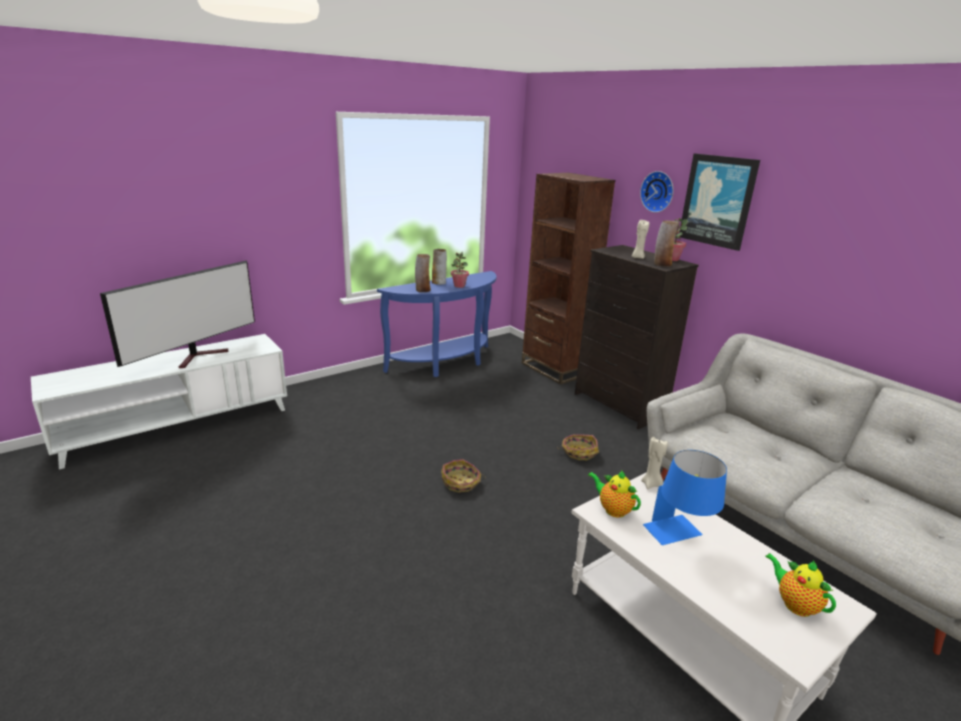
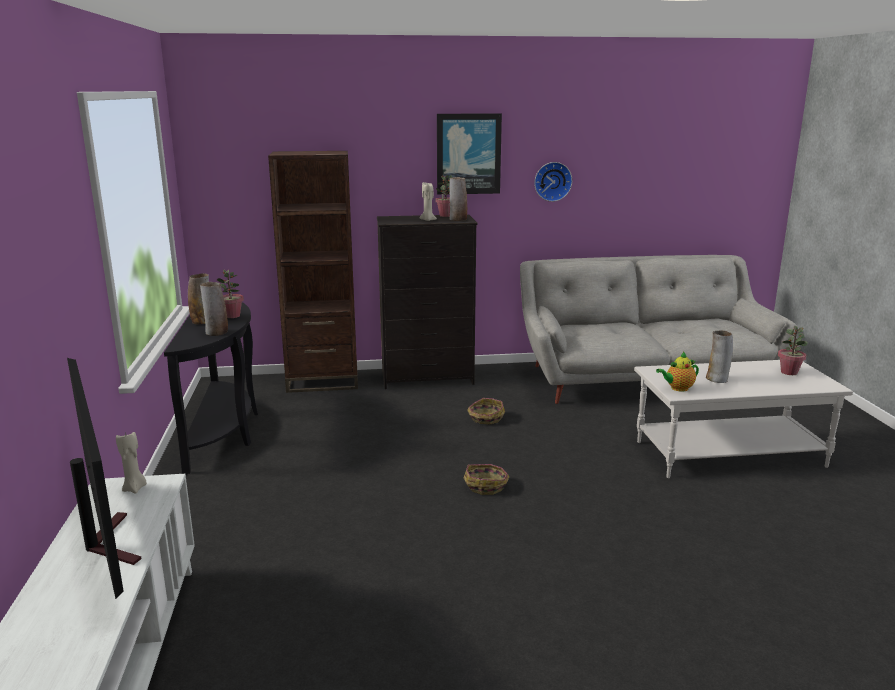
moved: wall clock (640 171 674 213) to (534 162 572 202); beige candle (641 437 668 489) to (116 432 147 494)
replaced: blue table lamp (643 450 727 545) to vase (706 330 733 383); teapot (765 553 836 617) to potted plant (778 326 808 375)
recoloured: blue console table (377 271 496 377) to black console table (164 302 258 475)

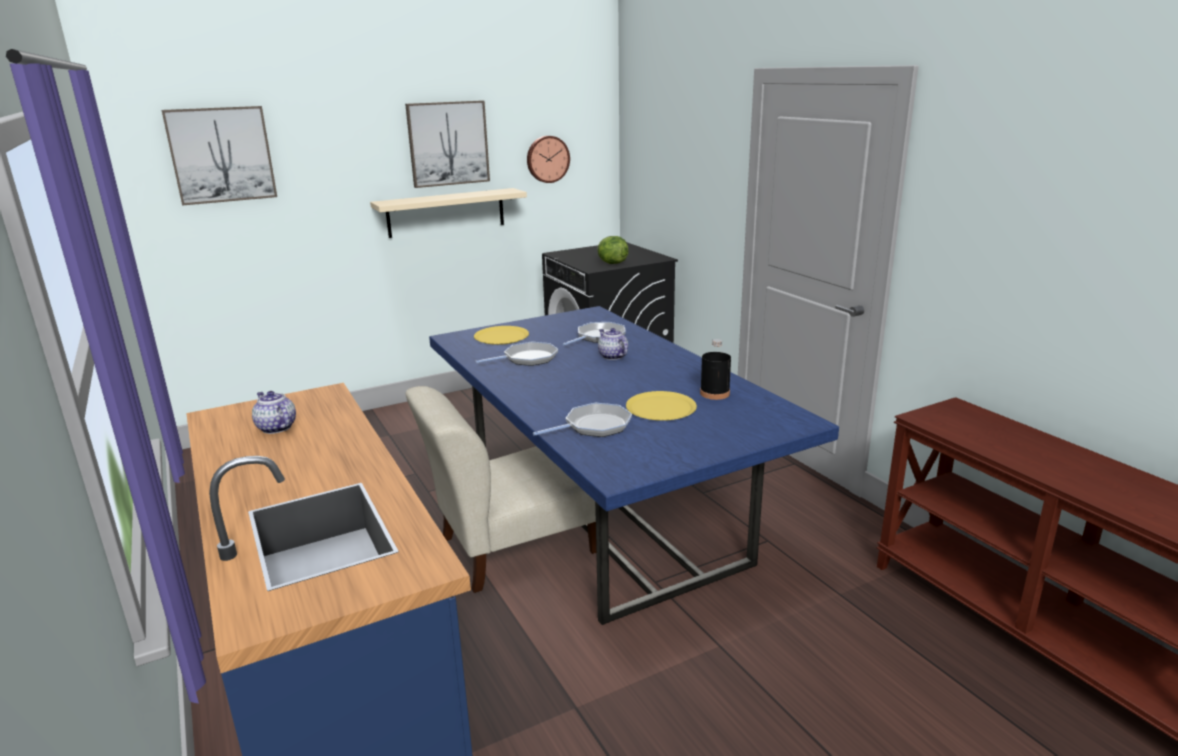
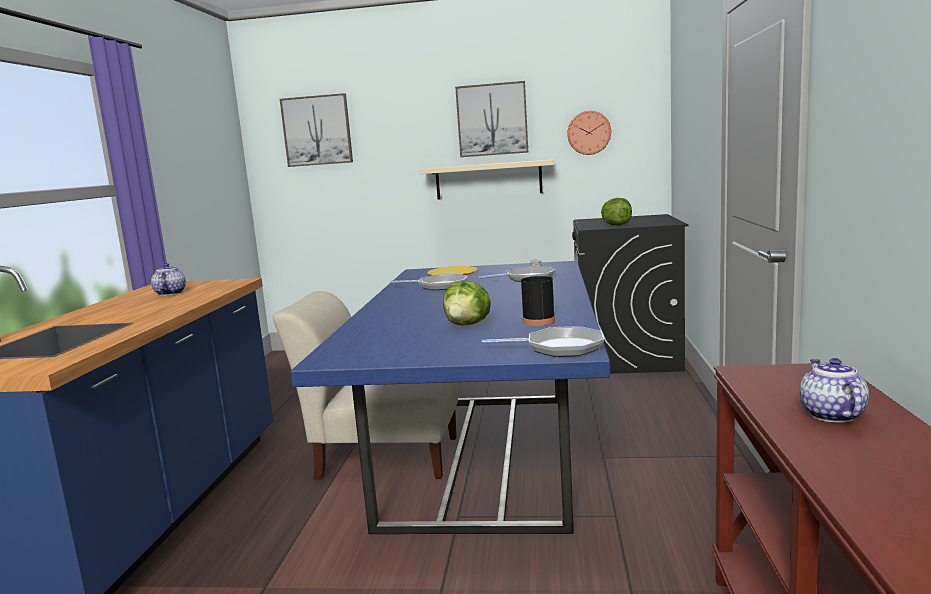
moved: frying pan (533 403 632 437) to (482 326 604 357); teapot (598 328 628 360) to (799 358 869 423)
replaced: yellow plate (626 391 697 421) to lettuce (443 281 491 326)

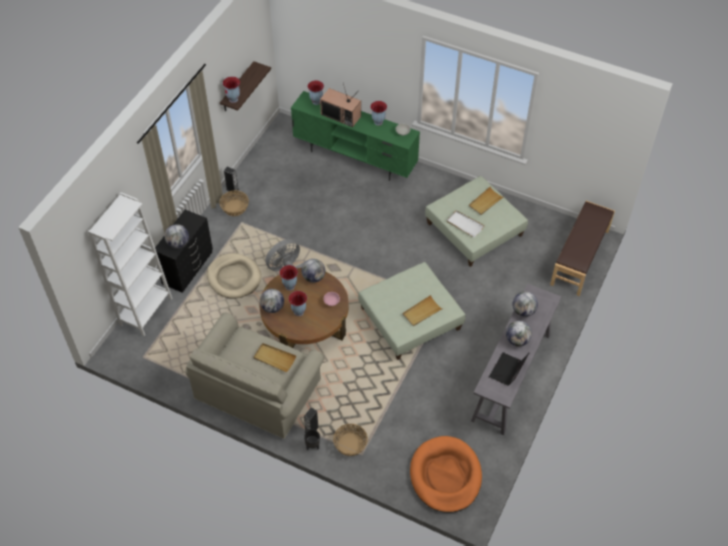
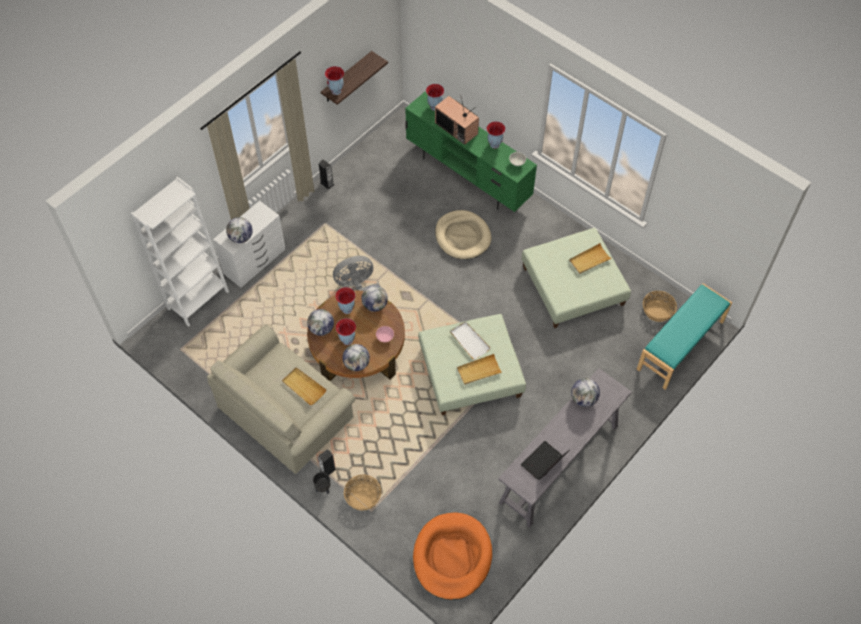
moved: beige dog bed (207 253 261 299) to (435 210 491 259); basket (219 190 249 216) to (643 291 677 322); white tray (446 210 485 237) to (450 321 491 360); globe (506 321 532 347) to (342 344 370 371)
recoloured: black dresser (155 209 213 293) to white dresser (213 201 285 288); brown bench (550 201 615 296) to turquoise bench (637 283 732 390)

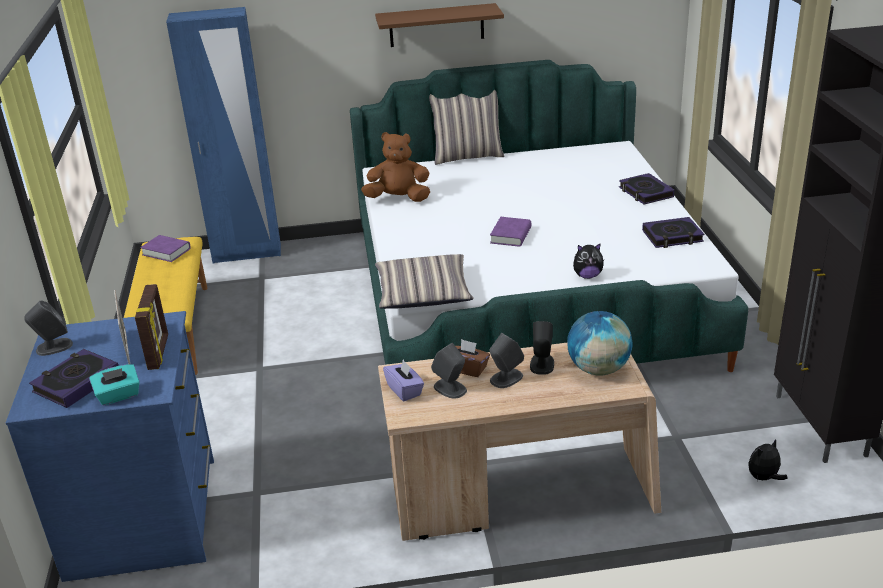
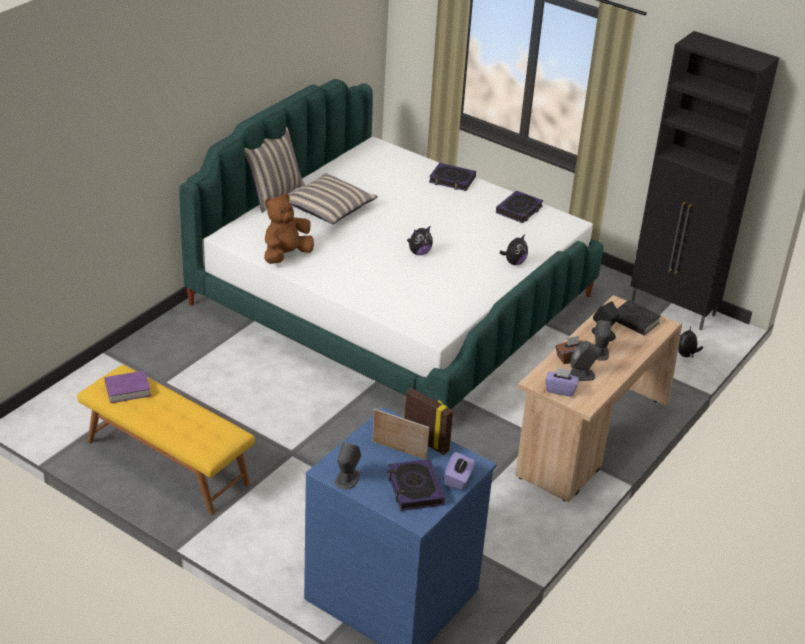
removed: blue wardrobe (166 7 281 263); brown shelf (375 3 504 47)
moved: pillow (375 254 474 309) to (289 173 378 224)
replaced: purple book (490 217 531 247) to plush toy (407 226 433 255); globe (567 311 632 375) to black book (616 300 661 335)
recoloured: turquoise tissue box (89 364 140 406) to purple tissue box (444 452 475 490)

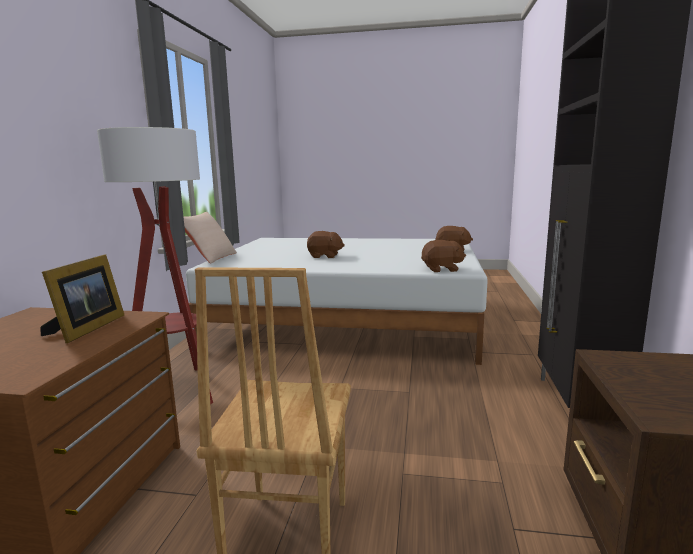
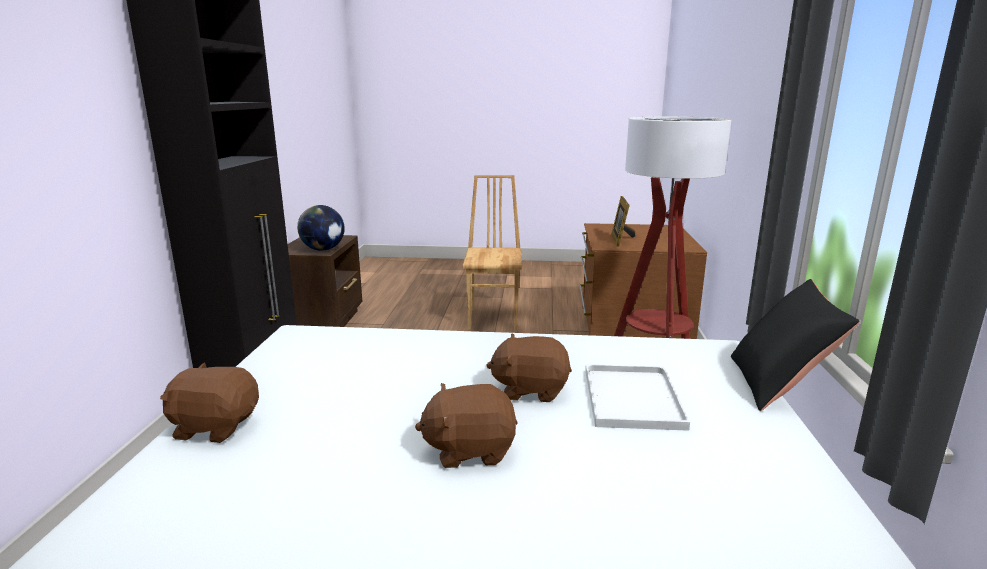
added: globe (297 205 345 251); white tray (585 364 690 431)
moved: brown plush toy (421 240 466 272) to (415 383 518 468)
recoloured: beige pillow (184 212 237 264) to black pillow (731 279 860 411)

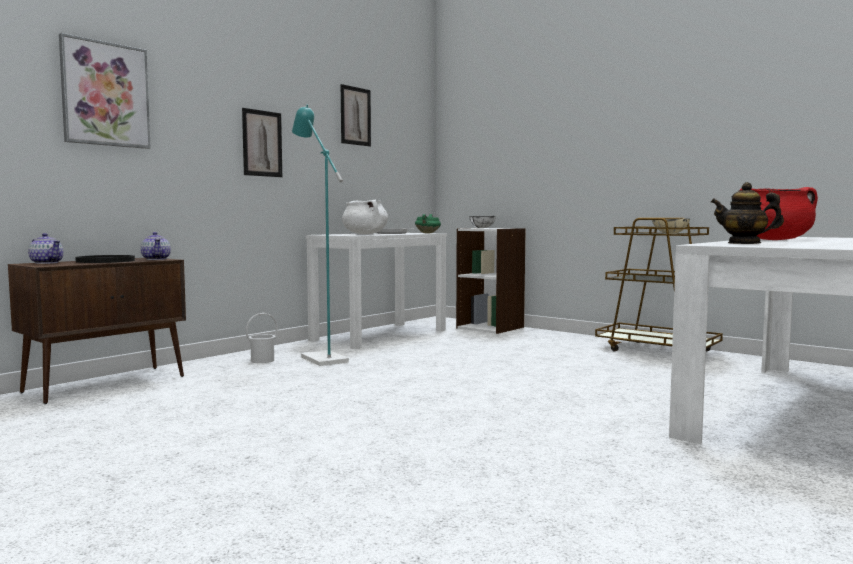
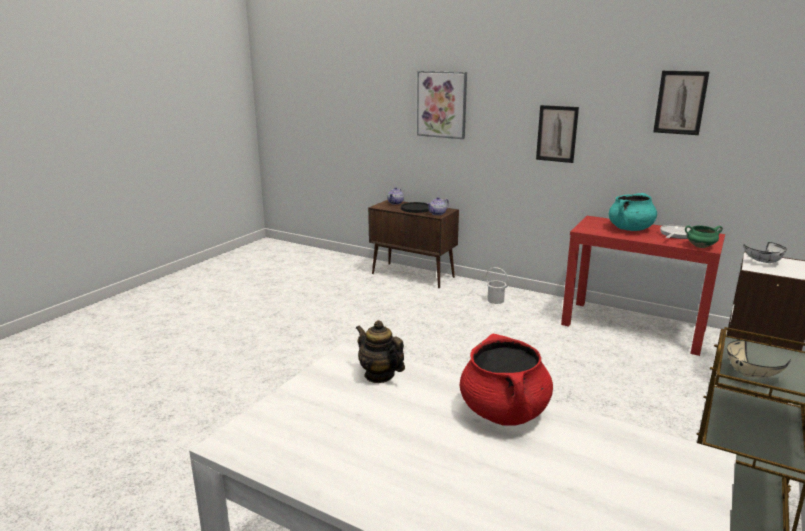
removed: turquoise floor lamp (292 104 349 366)
recoloured: white console table (306 233 447 349) to red console table (561 216 725 356); white cooking pot (342 199 388 234) to turquoise cooking pot (609 193 657 231)
turned: teapot (711 182 784 244) = (356 320 405 383) 60 degrees counterclockwise

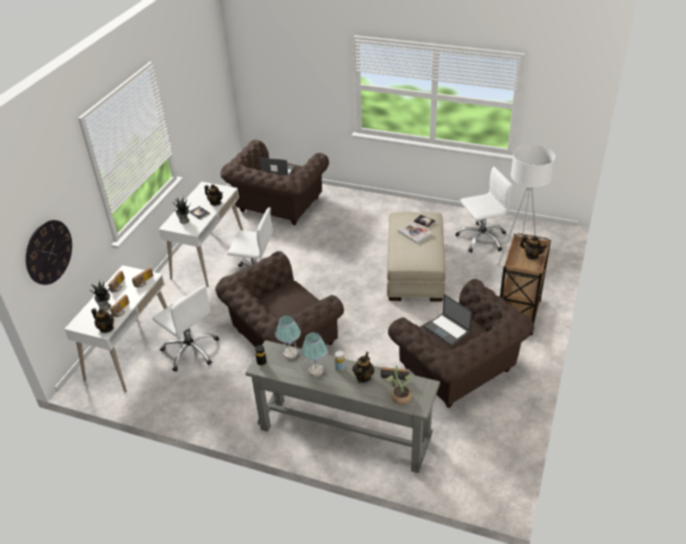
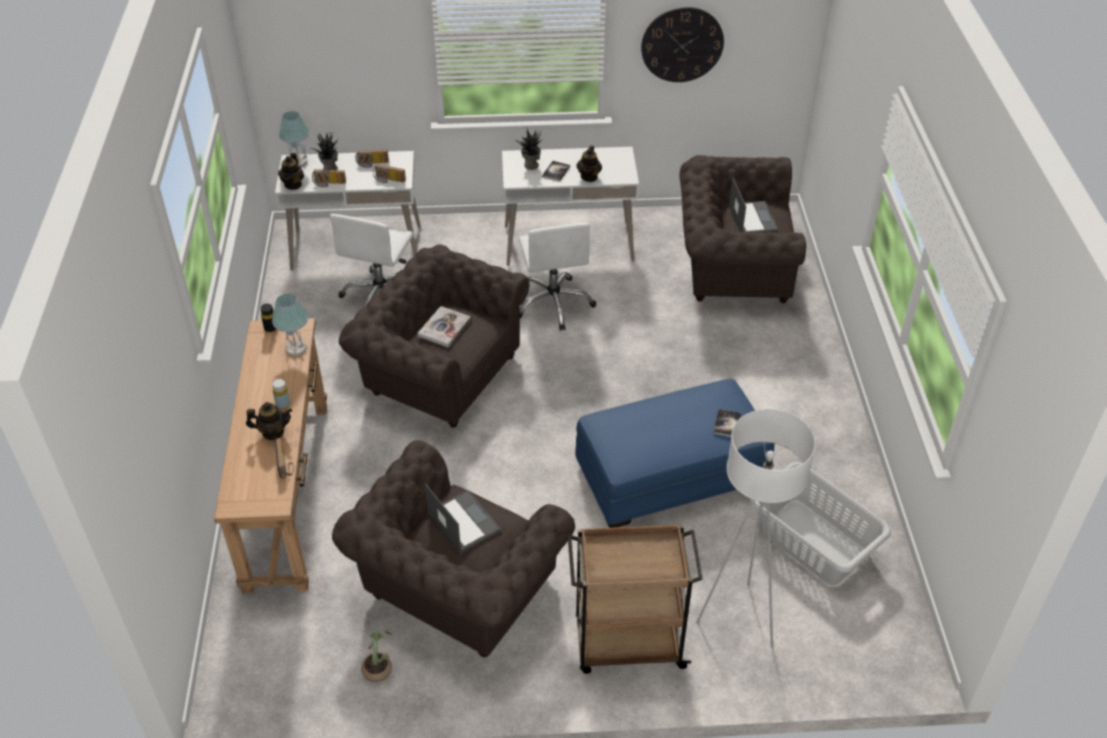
removed: teapot (520 236 547 259)
moved: wall clock (26 220 72 285) to (641 7 724 82); table lamp (301 332 327 377) to (279 111 309 167); potted plant (385 366 412 405) to (361 629 392 682); book (398 221 432 244) to (418 306 471 348)
replaced: white office chair (455 166 512 253) to grey laundry basket (750 462 891 585)
recoloured: grey console table (245 340 440 473) to brown console table (214 318 327 593); beige ottoman (387 212 445 302) to blue ottoman (575 379 774 528)
turned: laptop (424 294 473 346) = (425 483 501 553) 120 degrees clockwise

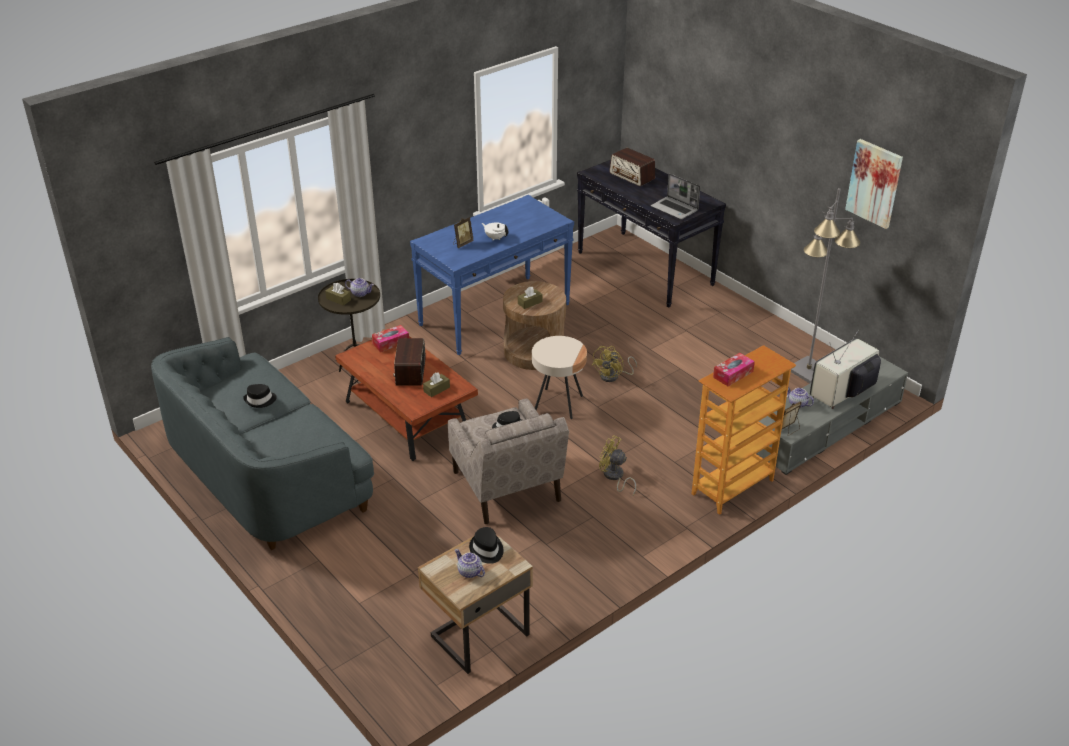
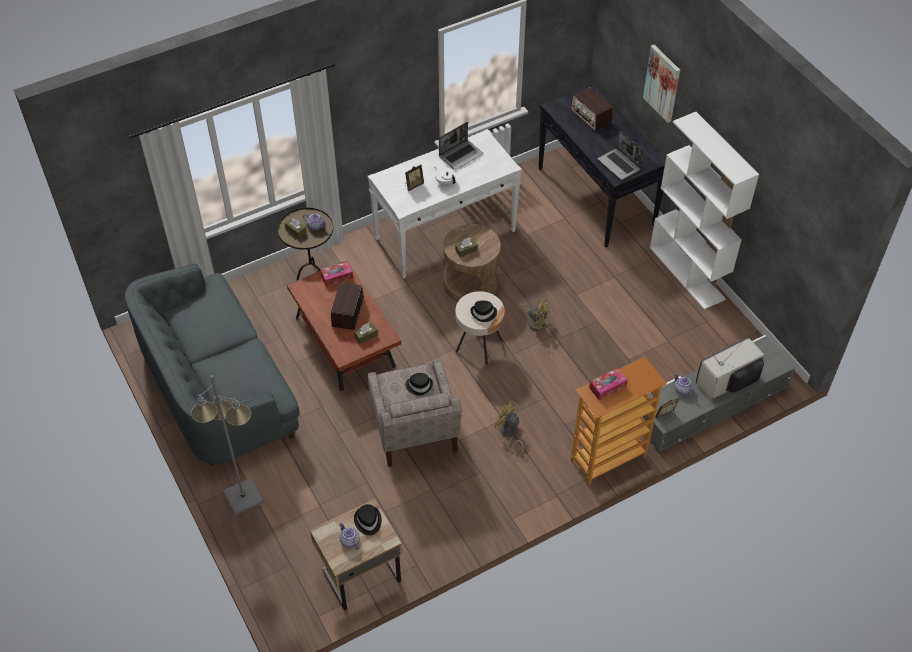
added: laptop (439 122 483 170); white bookcase (650 112 759 310)
moved: black hat (243 384 277 408) to (470 300 497 322); grey floor lamp (791 188 860 383) to (191 375 264 515); picture (845 139 903 229) to (643 45 680 123)
recoloured: blue console table (410 195 574 355) to white console table (368 129 522 279)
turned: yellow fan (592 346 637 382) = (517 299 549 331) 105 degrees counterclockwise

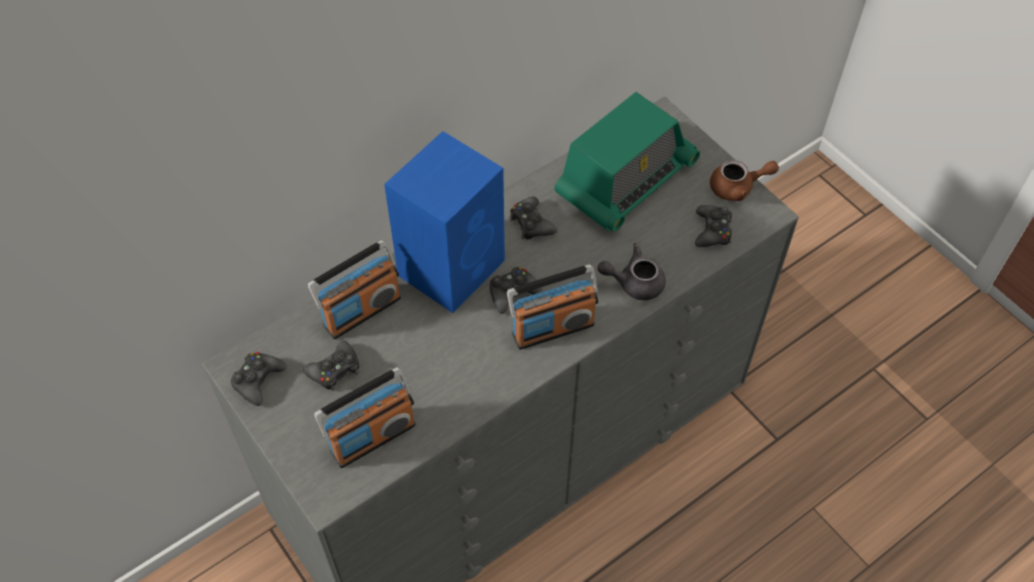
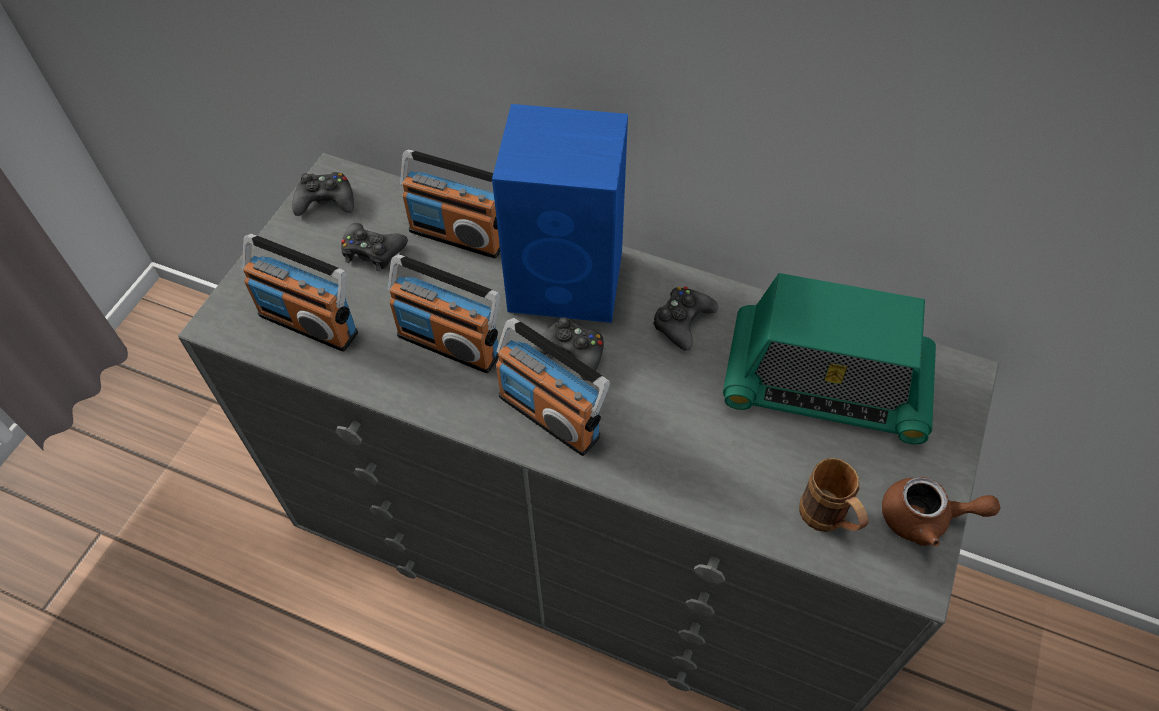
removed: grey teapot (597 243 666 300)
added: radio (387 254 501 373)
replaced: black game controller (695 205 732 247) to brown mug (799 458 869 532)
turned: brown teapot (710 160 779 201) = (882 477 1000 547) 45 degrees counterclockwise

